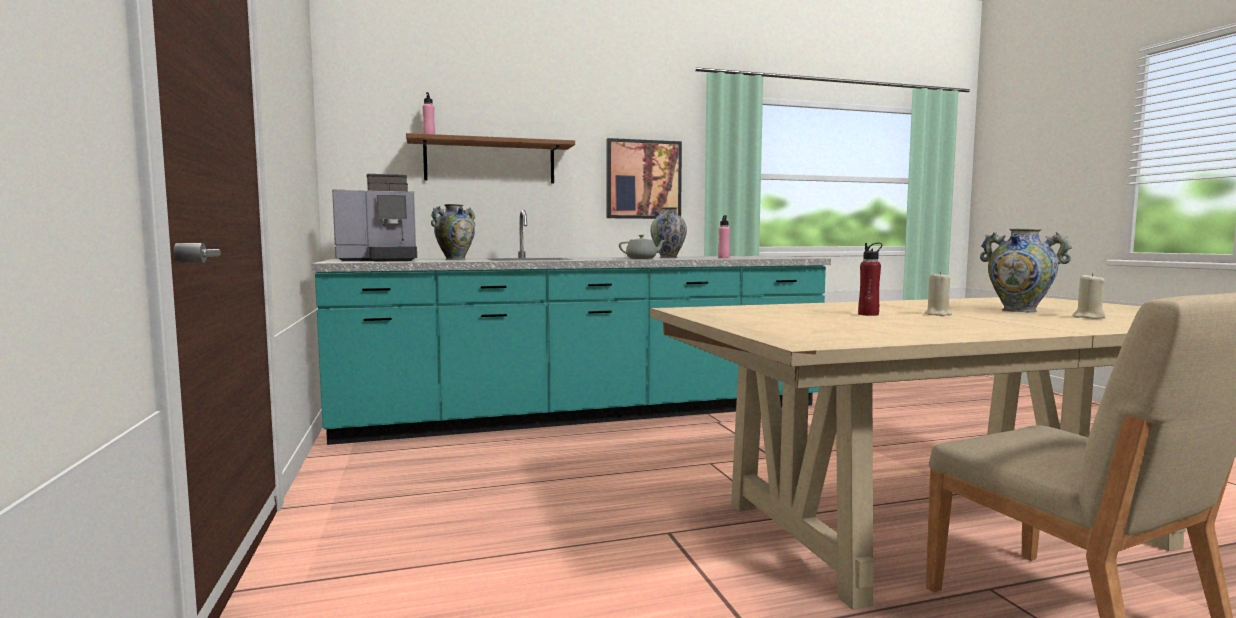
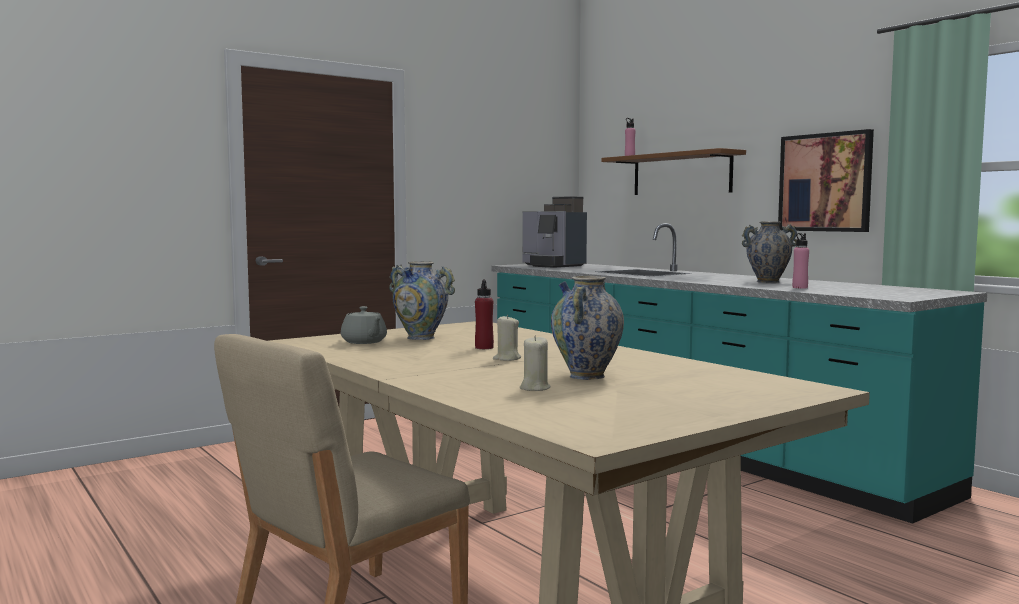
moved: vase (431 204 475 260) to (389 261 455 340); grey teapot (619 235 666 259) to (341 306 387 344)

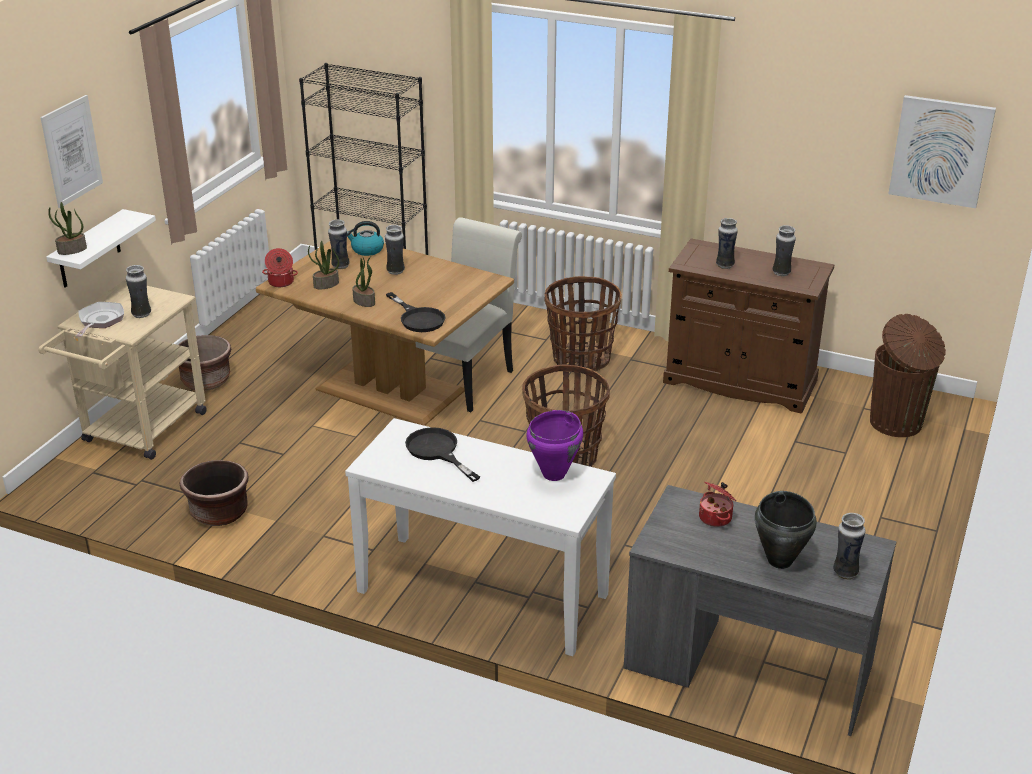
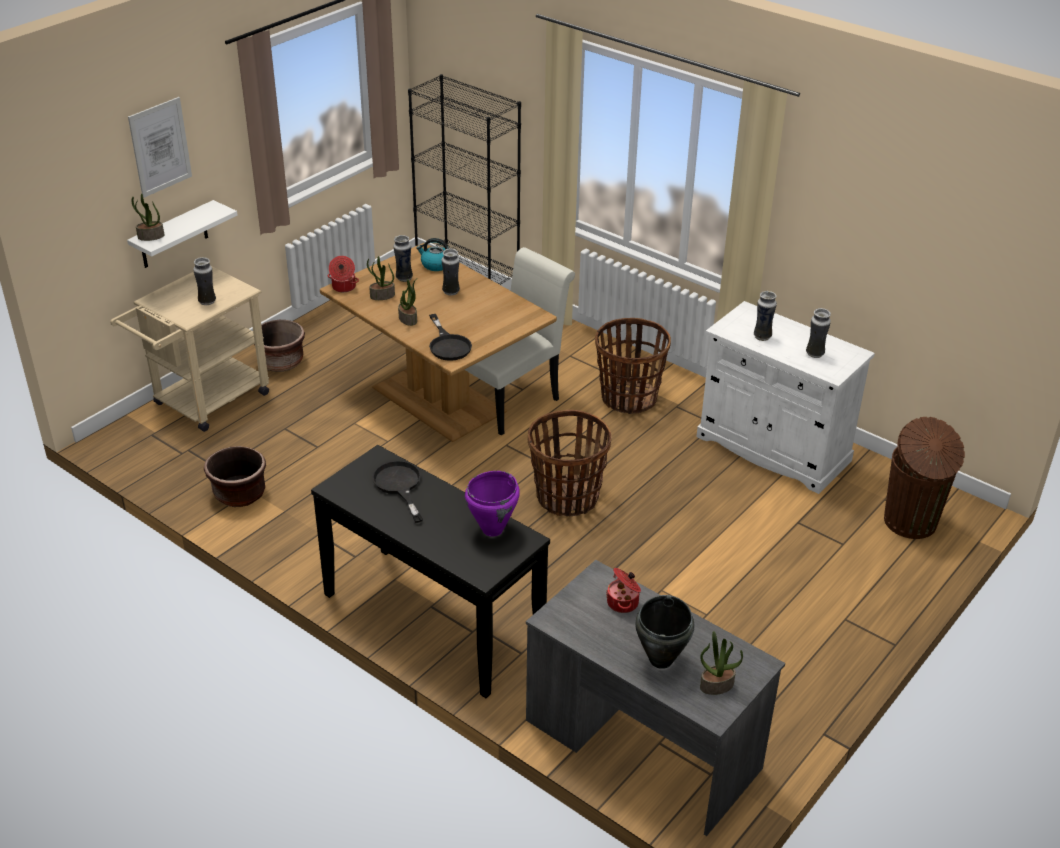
removed: frying pan (76 302 124 337); picture (888 95 996 208)
replaced: vase (833 513 865 580) to potted plant (700 631 743 695)
recoloured: white console table (345 418 616 656) to black console table (311 445 550 698); brown cabinet (663 239 834 414) to white cabinet (696 301 875 494)

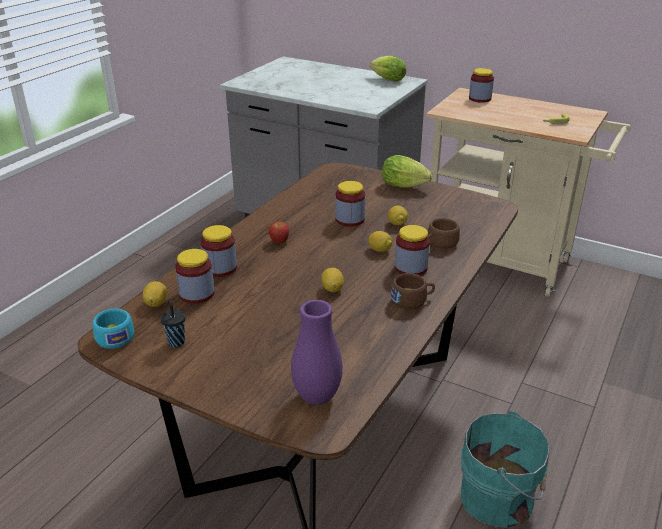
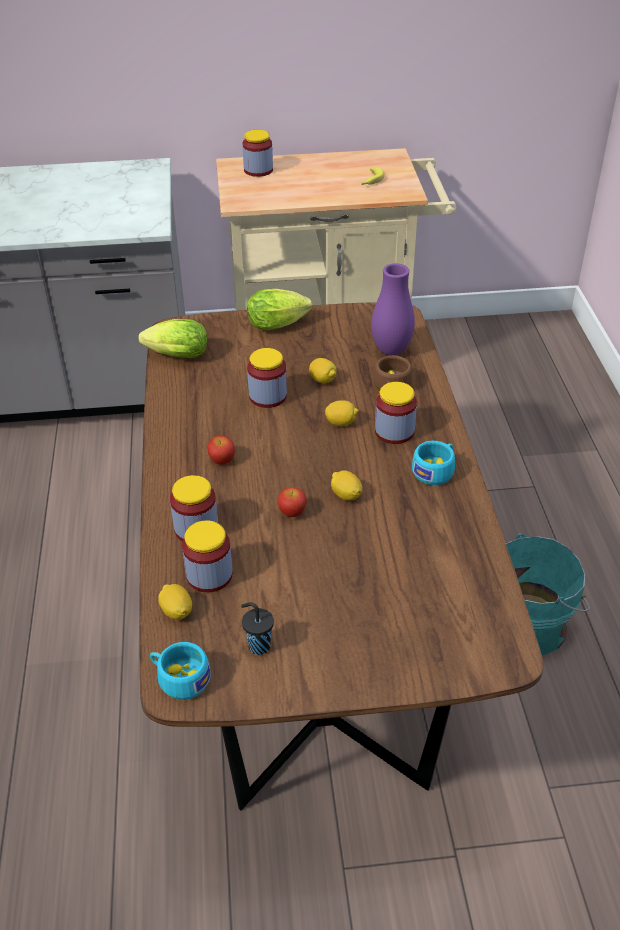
added: apple (277 487 307 517)
moved: purple vase (291 300 343 405) to (371 263 415 355); lettuce (370 55 406 82) to (138 319 207 358)
recoloured: brown cup (391 273 435 309) to turquoise cup (412 441 455 485)

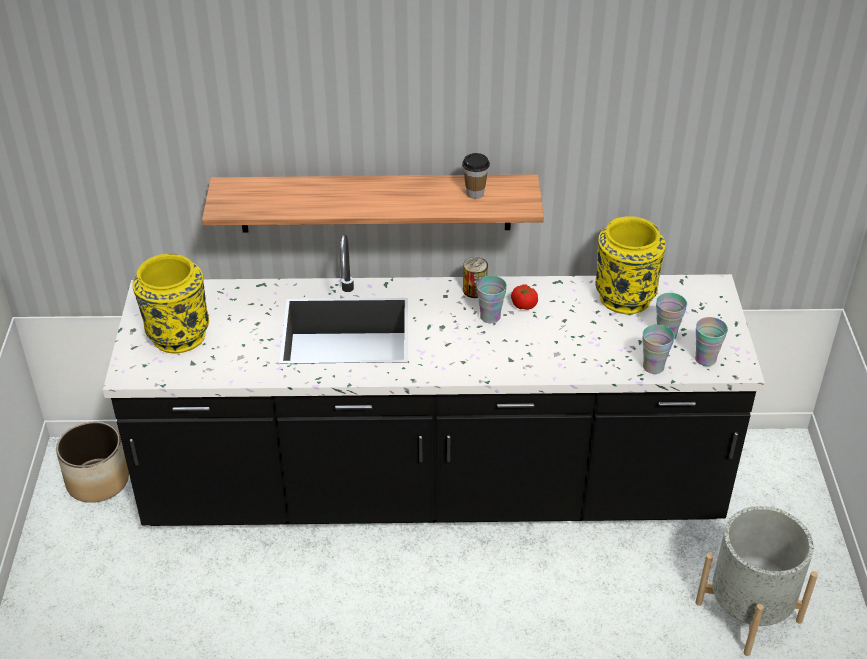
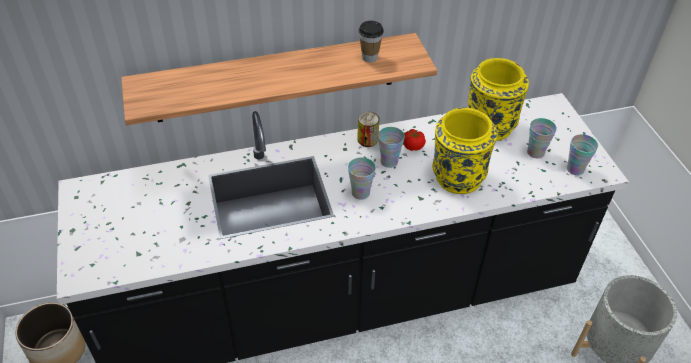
moved: yellow vase (132 253 209 353) to (432 108 498 194); cup (643 325 675 374) to (348 157 376 200)

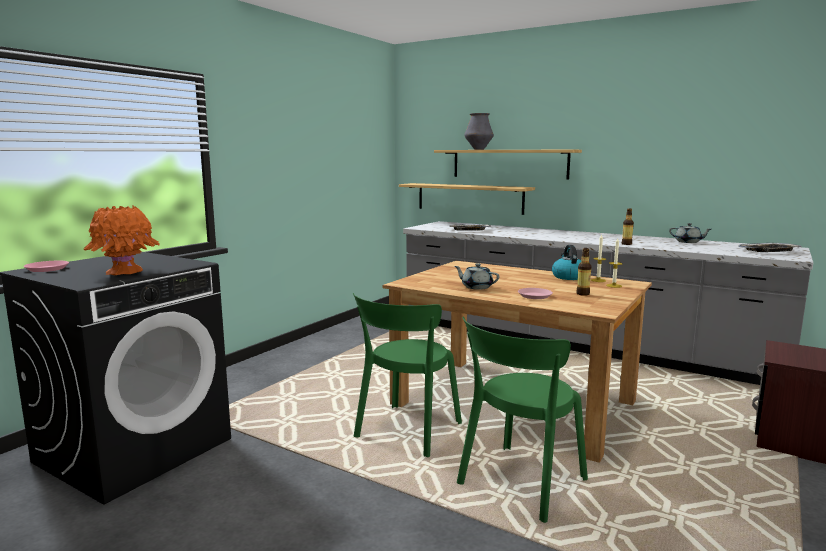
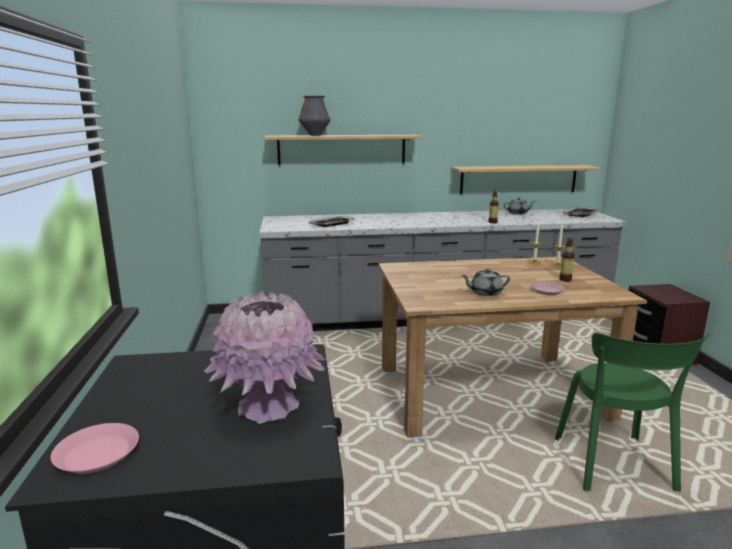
removed: green chair (352 293 462 457); kettle (552 245 581 280)
moved: shelf (399 183 535 215) to (451 165 600 194)
recoloured: orange vase (83 206 160 275) to pink vase (203 291 326 424)

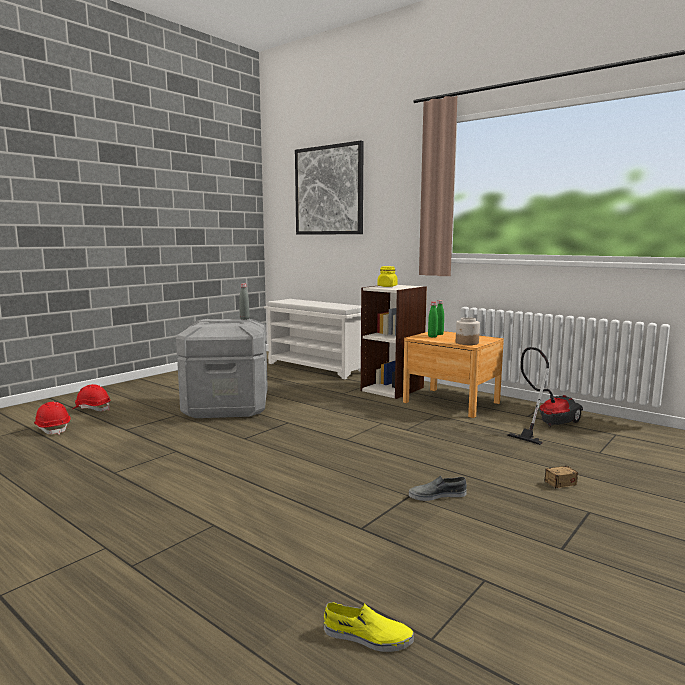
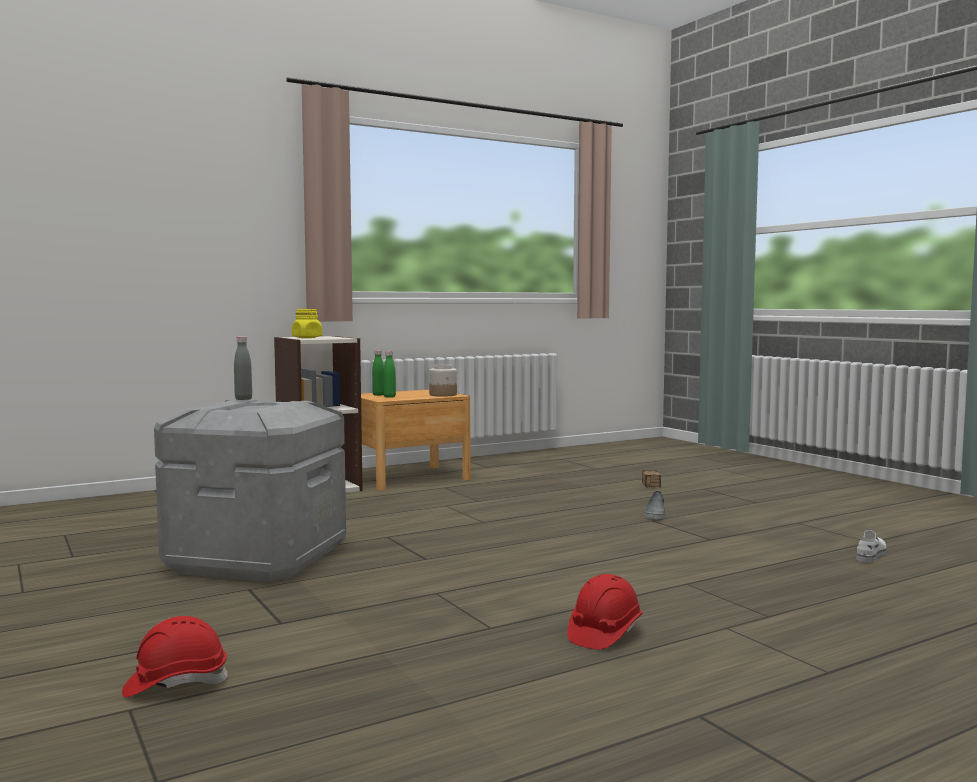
removed: white shoe rack (264 299 361 379); picture (295 141 364 235); vacuum cleaner (507 347 583 445)
moved: red hard hat (73 384 110 411) to (567 574 642 650)
recoloured: yellow shoe (324 602 414 652) to white shoe (857 530 887 562)

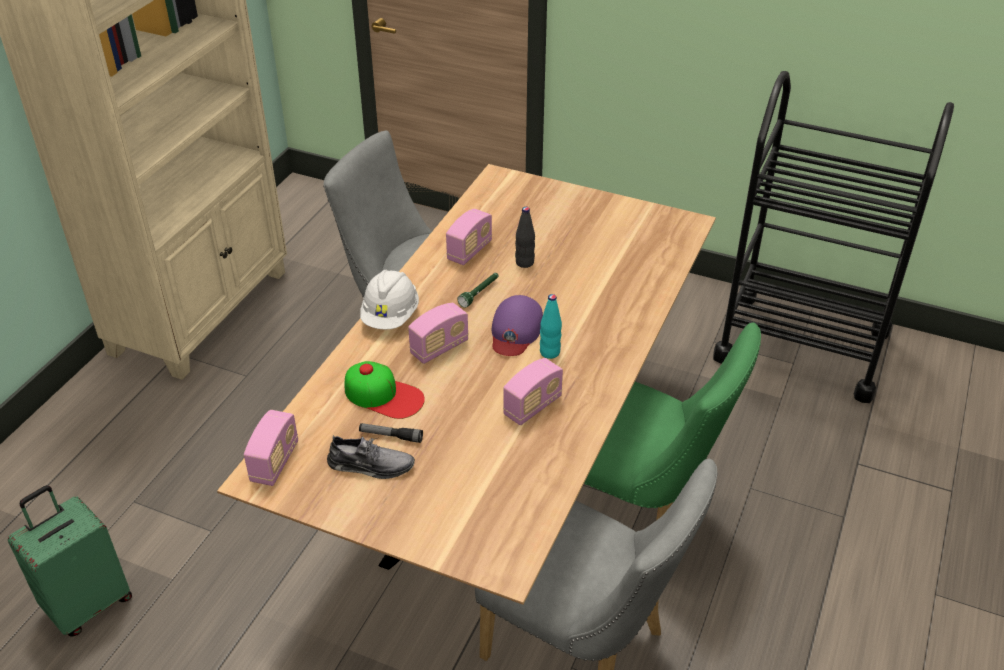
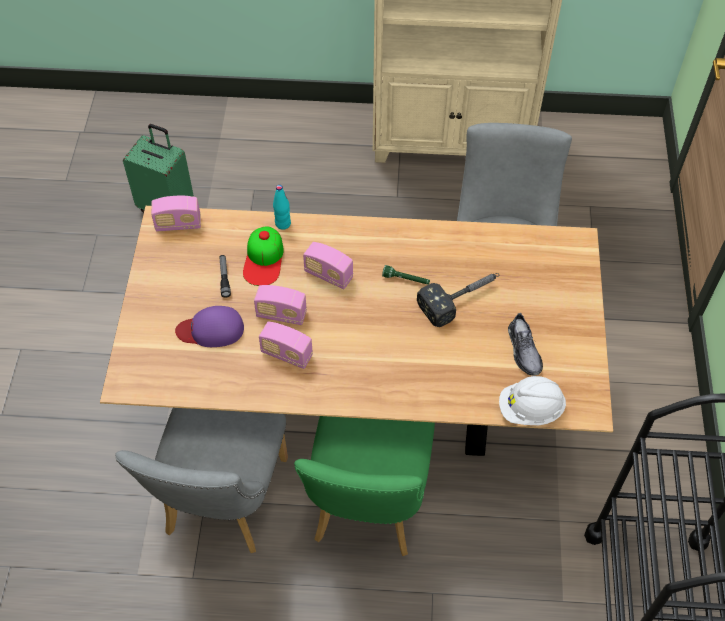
moved: grey shoe (327 435 415 479) to (508 313 543 376); white hard hat (360 270 419 329) to (499 376 566 425); radio (446 209 492 265) to (254 285 307 325); purple cap (492 295 543 356) to (175 306 244 347); turquoise bottle (540 294 562 359) to (273 185 291 230)
replaced: black bottle (515 207 535 268) to hammer (417 273 499 327)

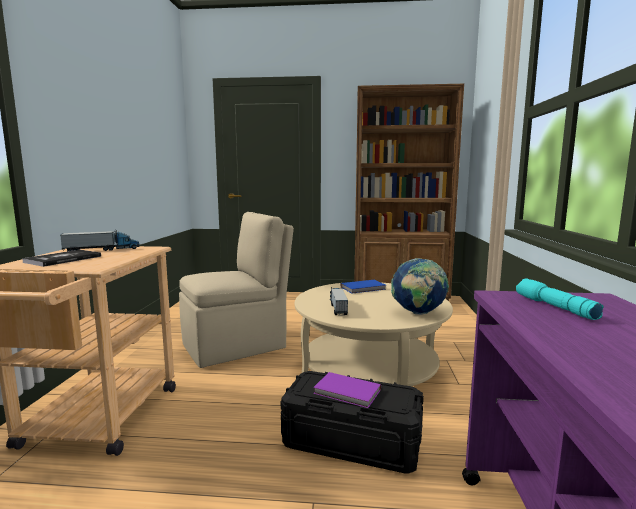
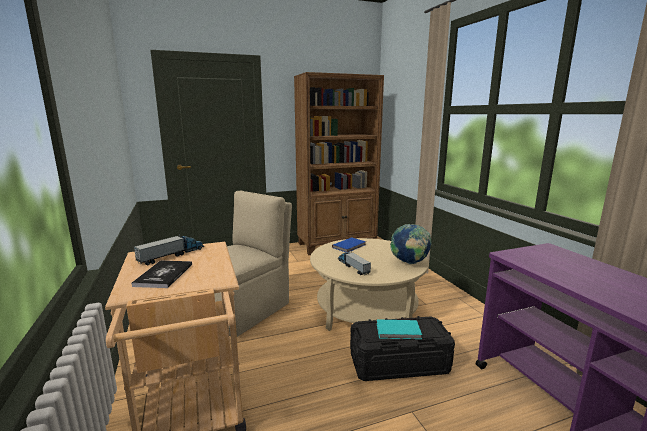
removed: turquoise flashlight (516 278 604 320)
recoloured: purple book (313 372 381 408) to turquoise book (376 319 422 339)

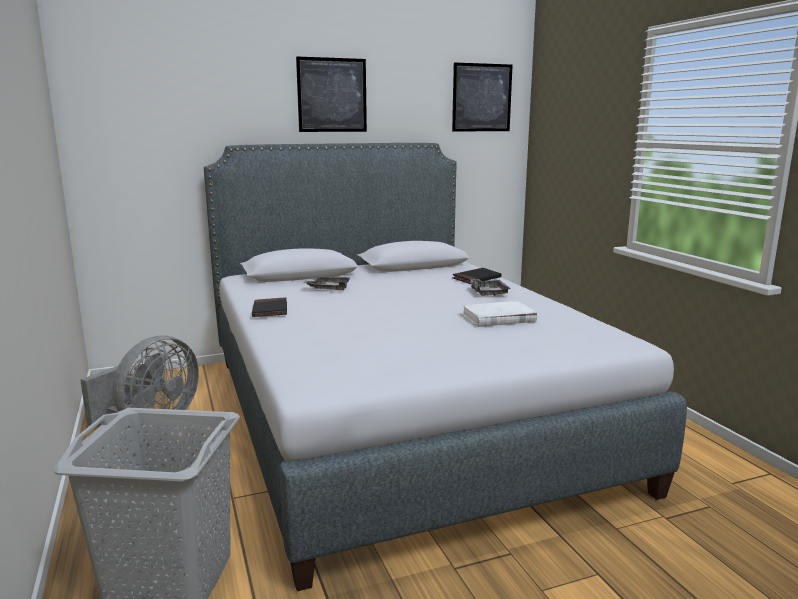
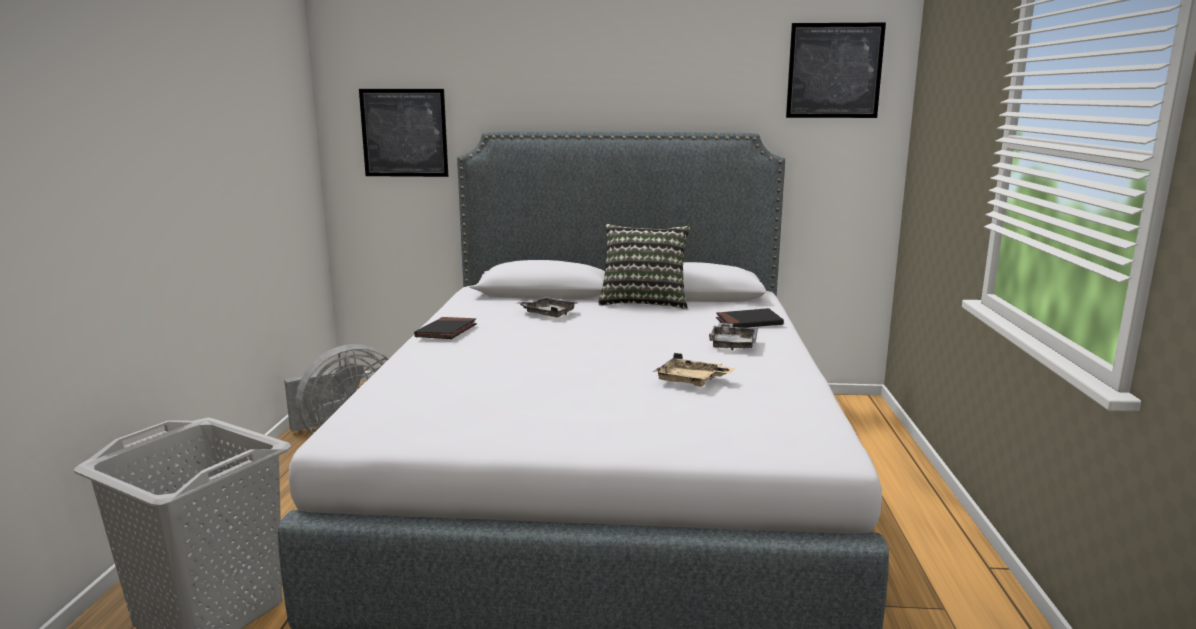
added: pillow (598 224 691 309)
moved: picture (296 56 367 132) to (359 89 448 177)
replaced: white book (461 301 537 327) to beige tray (653 353 735 387)

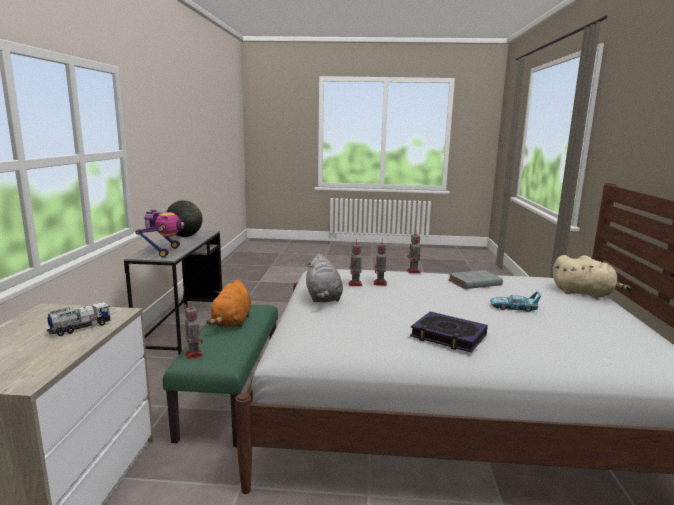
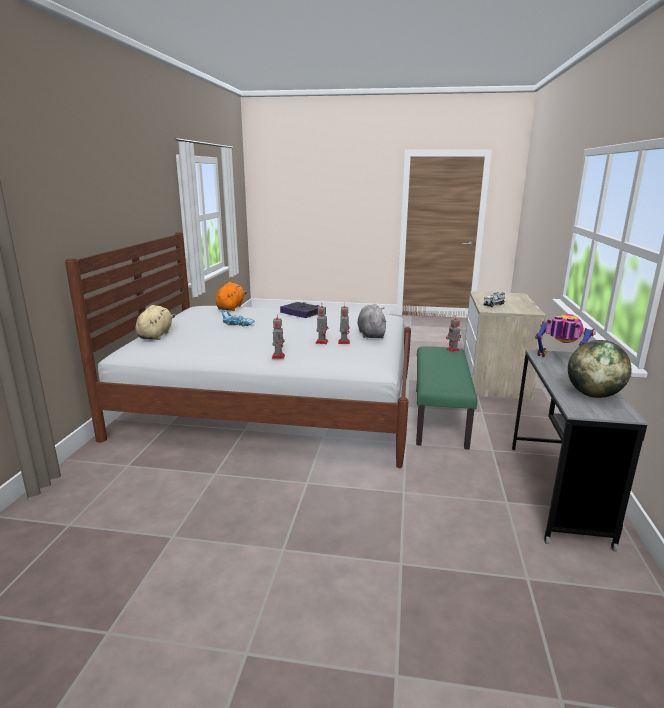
removed: grey book (448 270 503 289)
moved: orange plush toy (206 280 251 327) to (216 282 247 311)
turned: toy robot (136 210 184 257) = (535 314 596 357) 120 degrees clockwise; beige plush toy (553 255 632 299) = (136 305 176 340) 60 degrees clockwise

